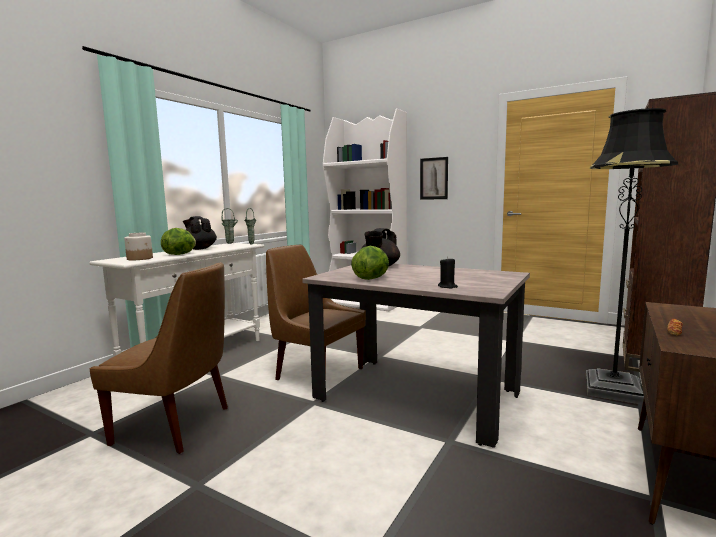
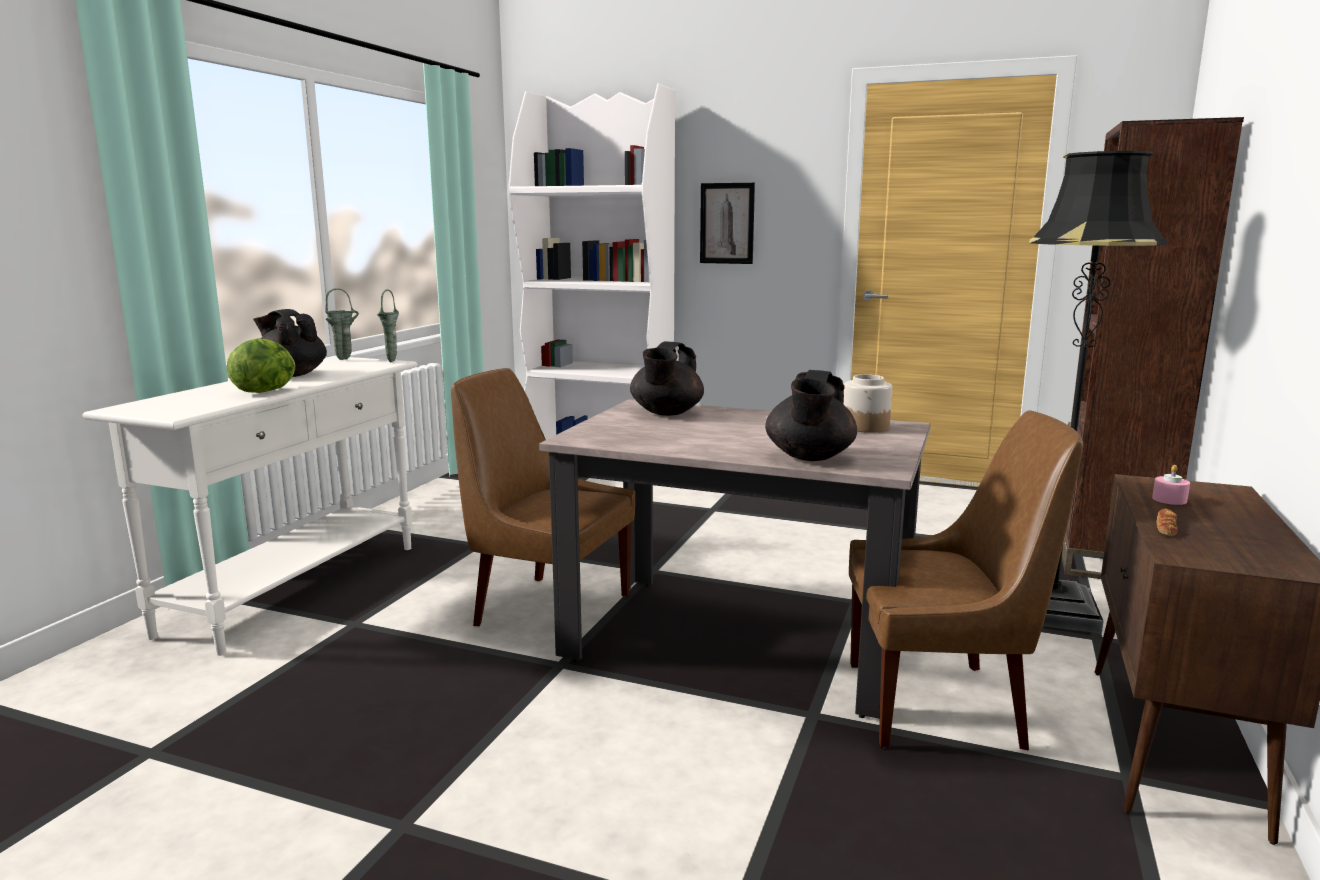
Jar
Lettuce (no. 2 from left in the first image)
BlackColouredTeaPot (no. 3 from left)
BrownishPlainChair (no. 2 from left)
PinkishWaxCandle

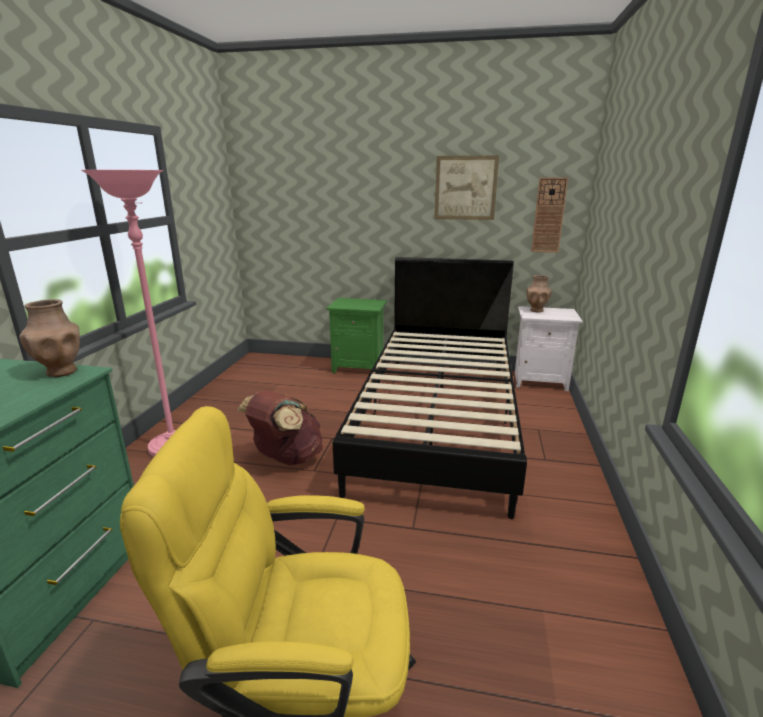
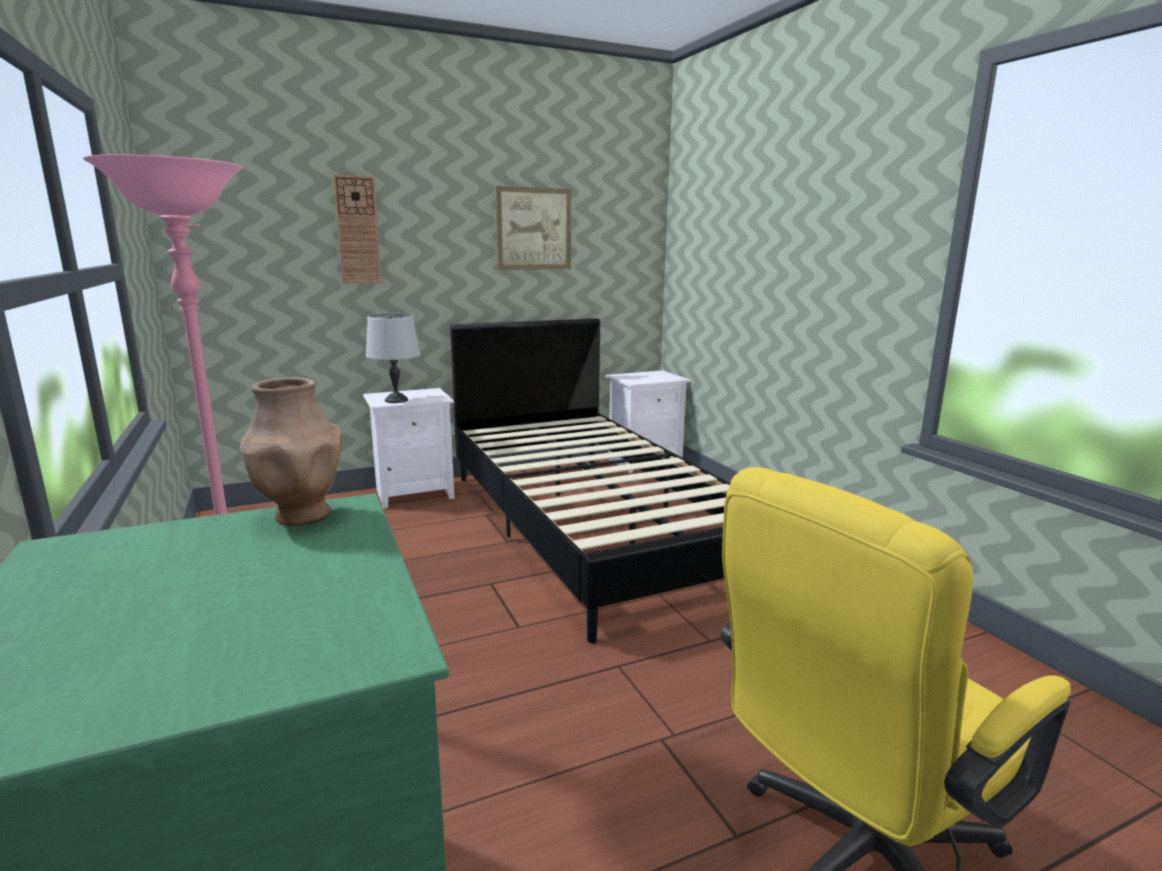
ClockOnTheWall
BrownishFlowerVase (no. 2 from left in the first image)
WhiteNightTable (no. 1 from left)
BrownishRucksack
GreyLampForATable

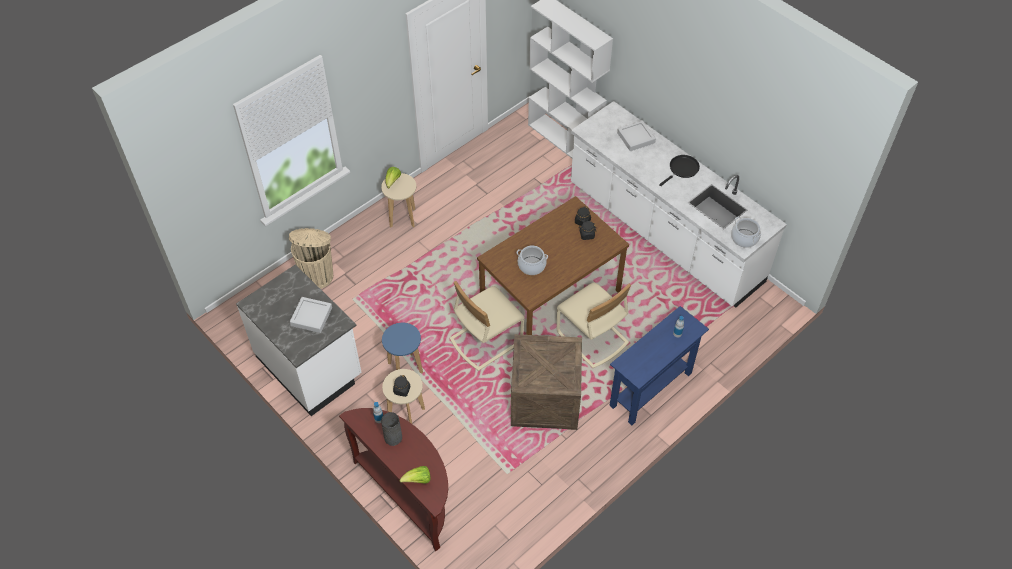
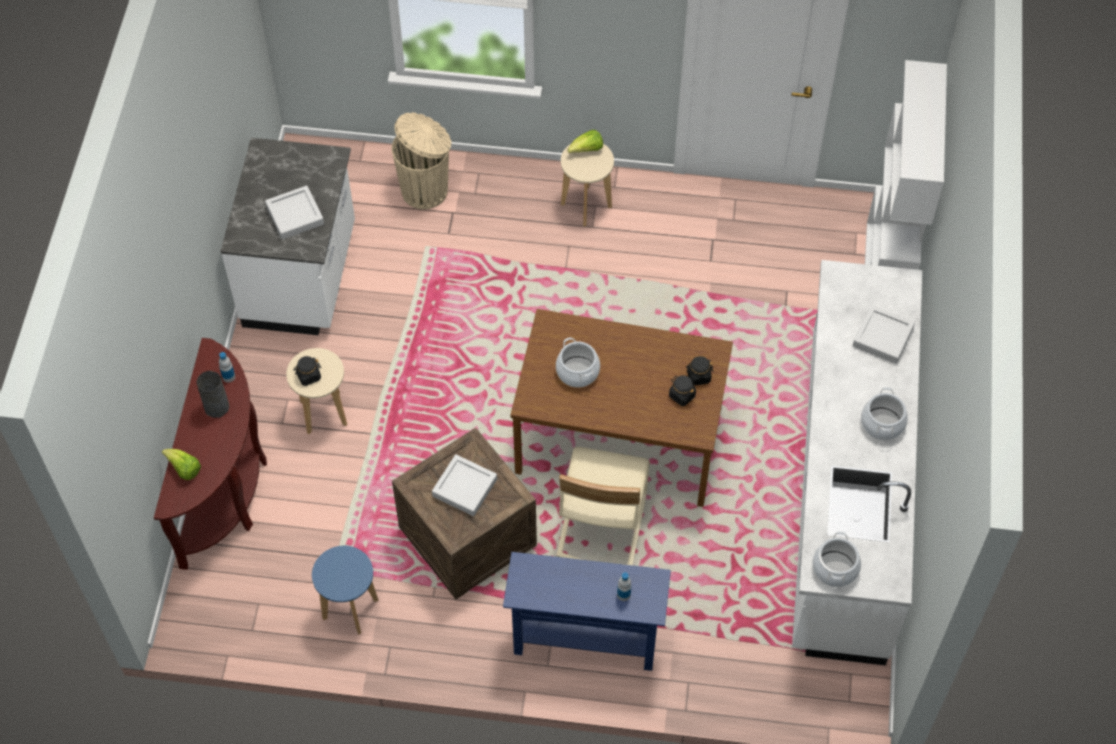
Saucepot (no. 3 from left)
BeigeColouredPlainChair (no. 1 from left in the first image)
BlueColouredSittingStool
GreyCarryingTray (no. 2 from left)

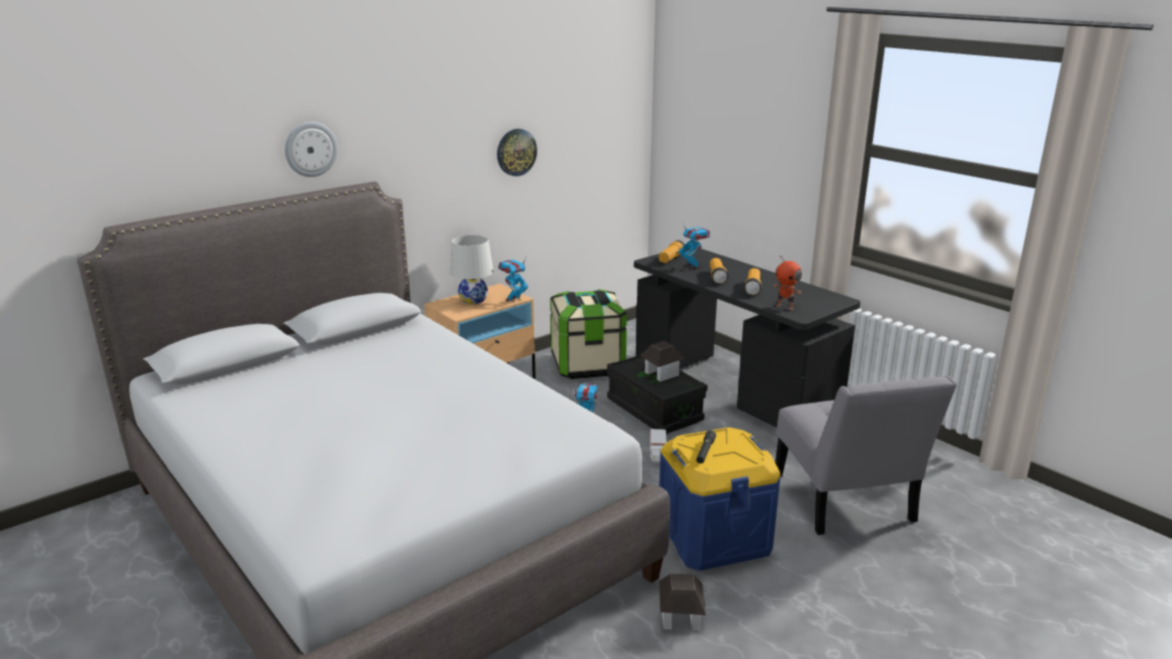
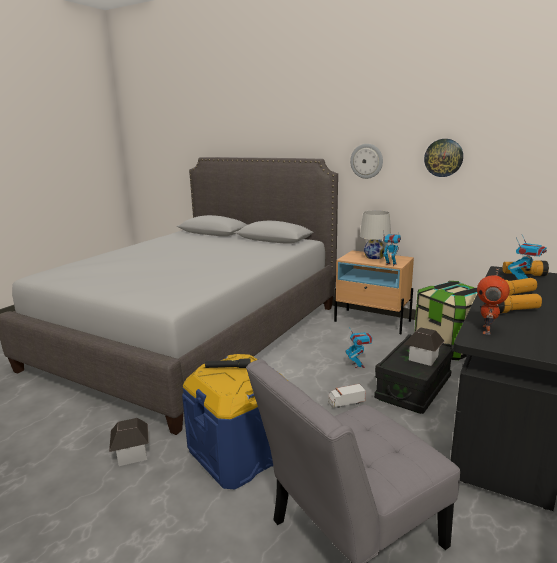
ClockOnTheWall (no. 1 from left)

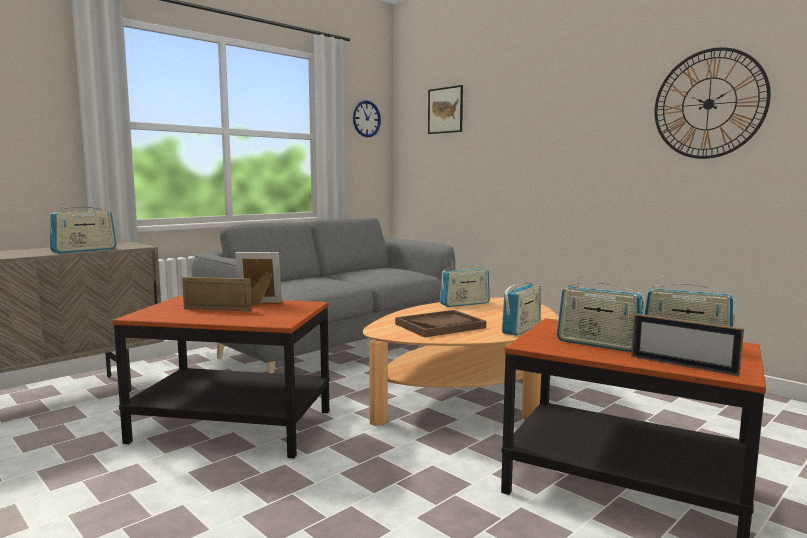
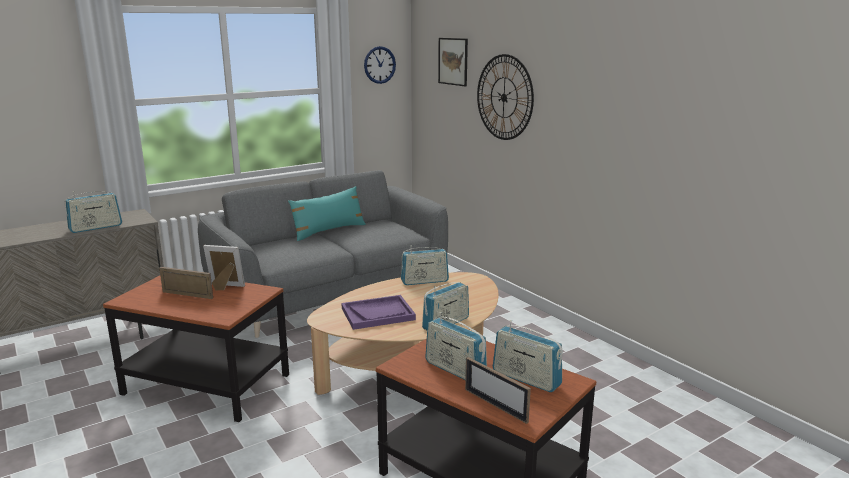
ClockOnTheWall (no. 2 from left)
PurpleCarryingTray
TurquoiseCushion

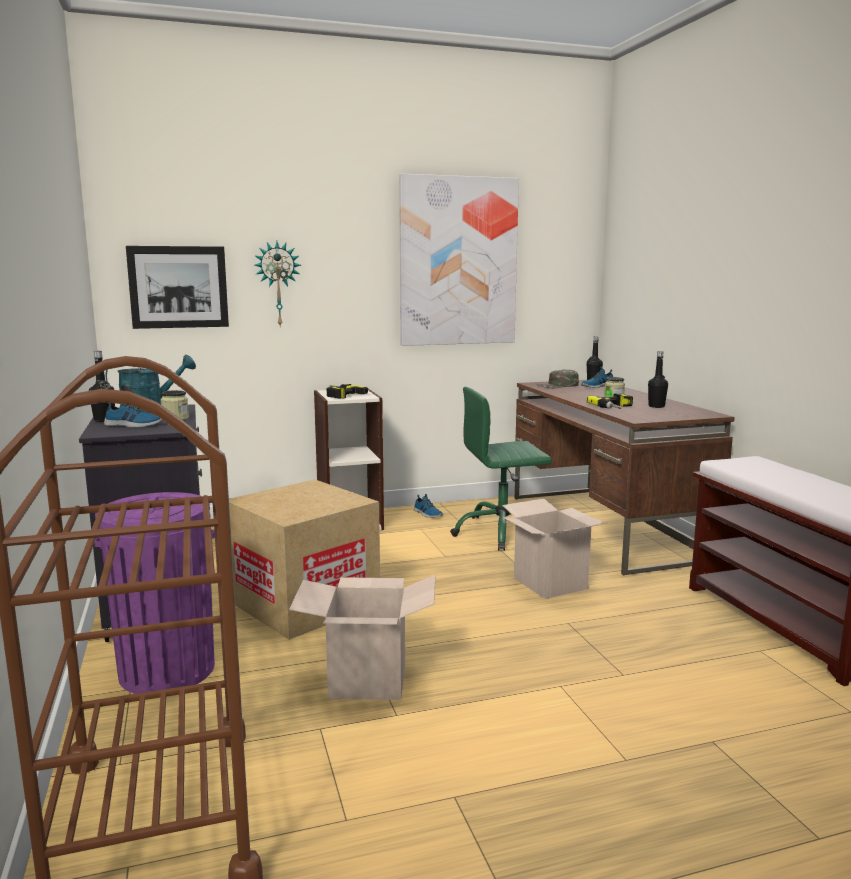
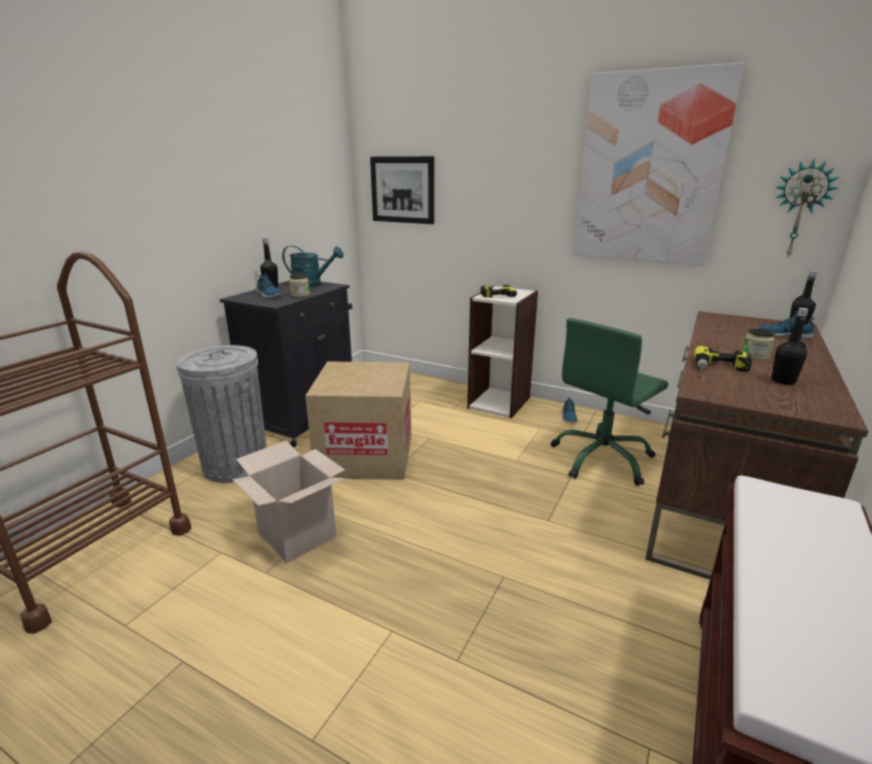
ClockOnTheWall
GreenColouredCap
GreenColouredComputerChair
GreyTrashCan
CardboardBox (no. 3 from left in the first image)

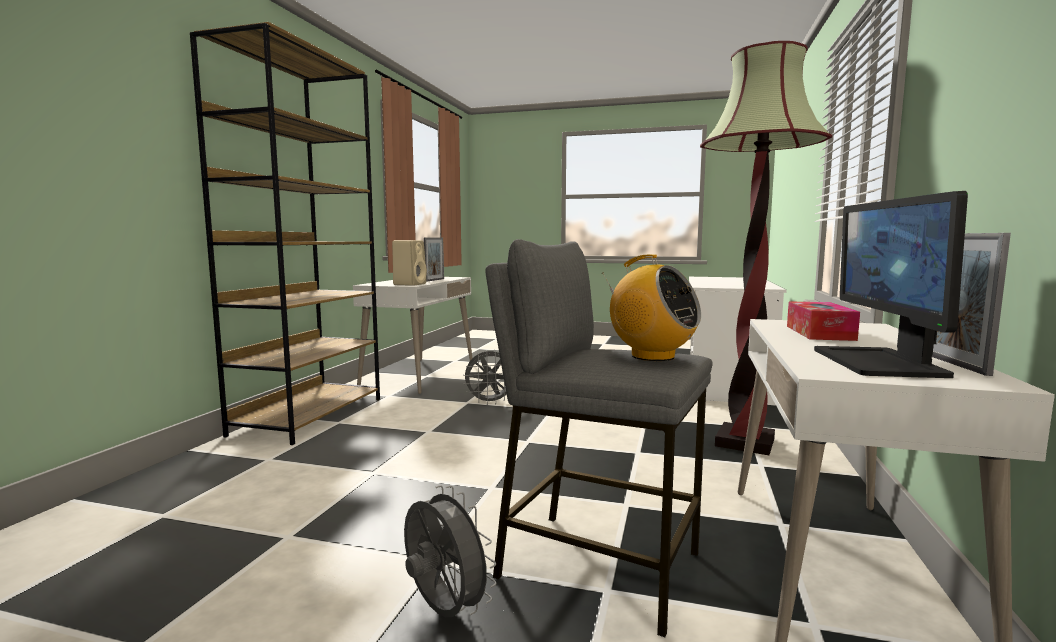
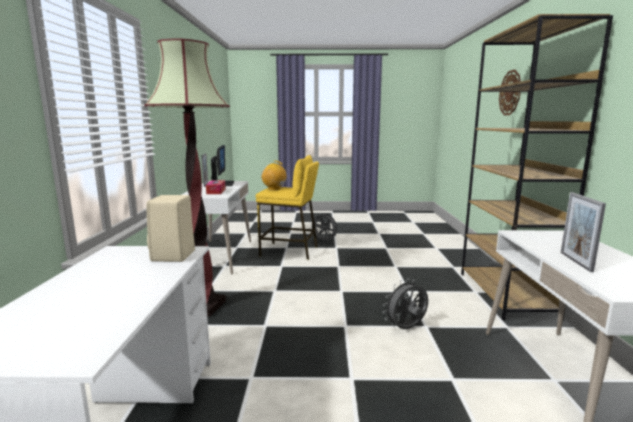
YellowSittingStool
BeigeColouredSpeaker
ClockOnTheWall

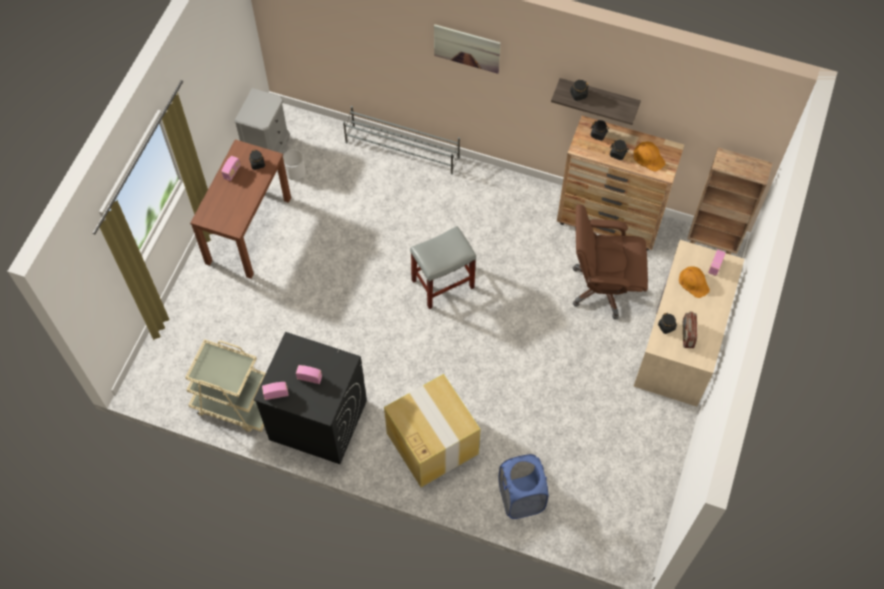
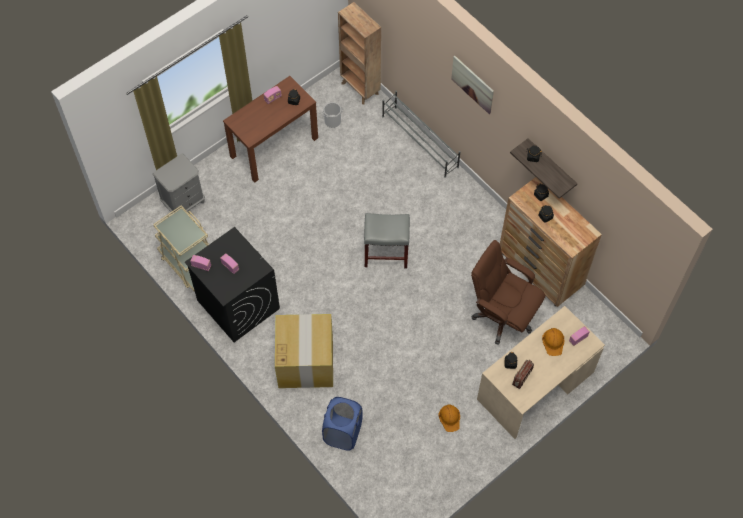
GreyNightTable
OrangeHardHat (no. 1 from left)
BrownishBookcase

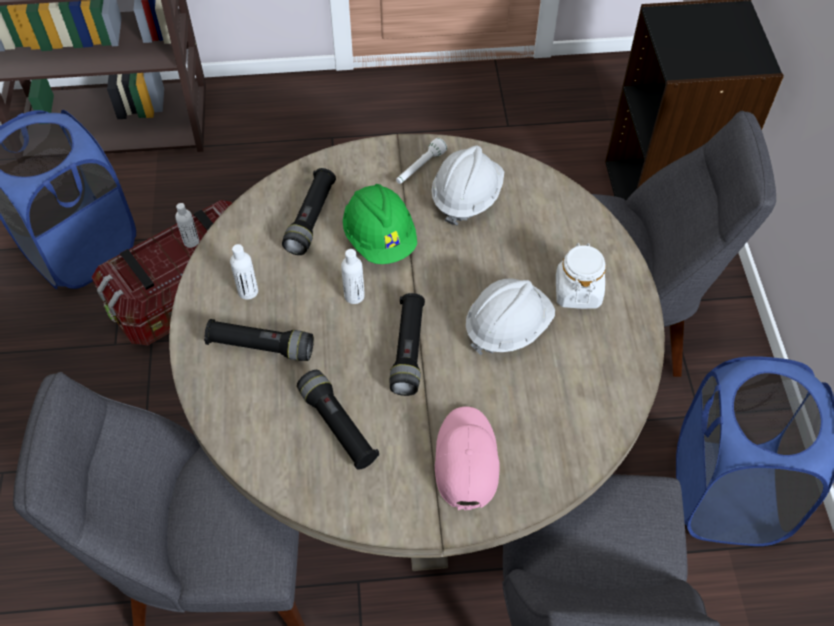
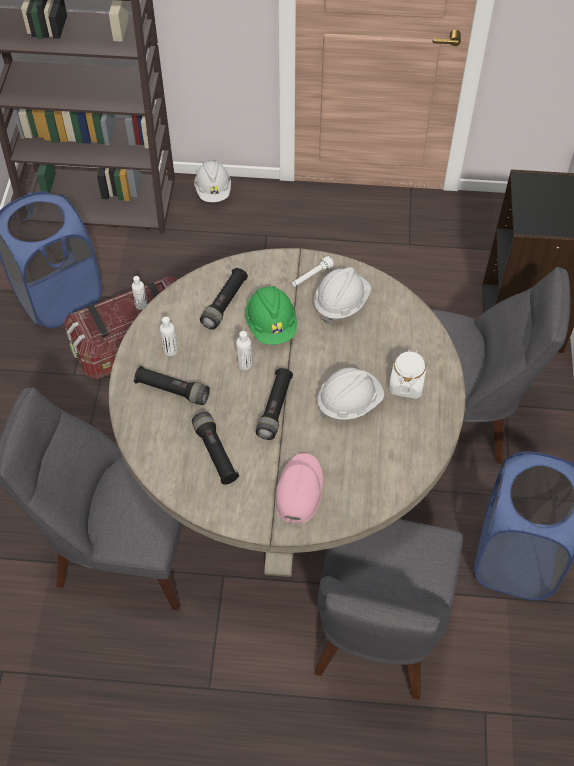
WhiteHardHat (no. 1 from left)

